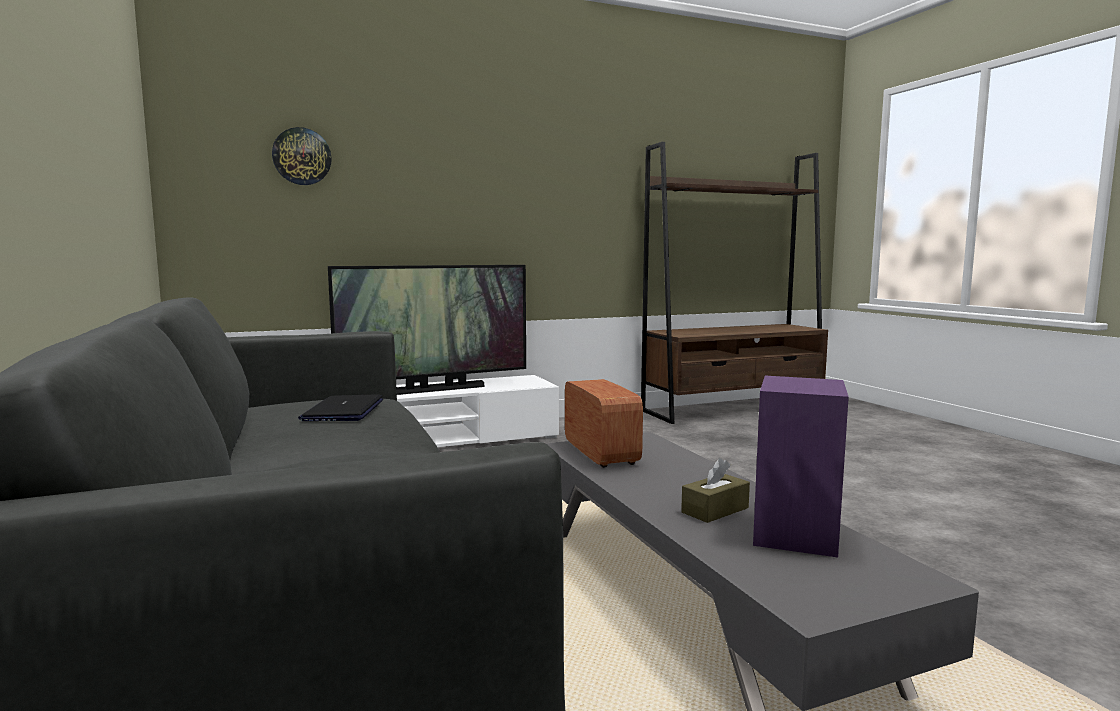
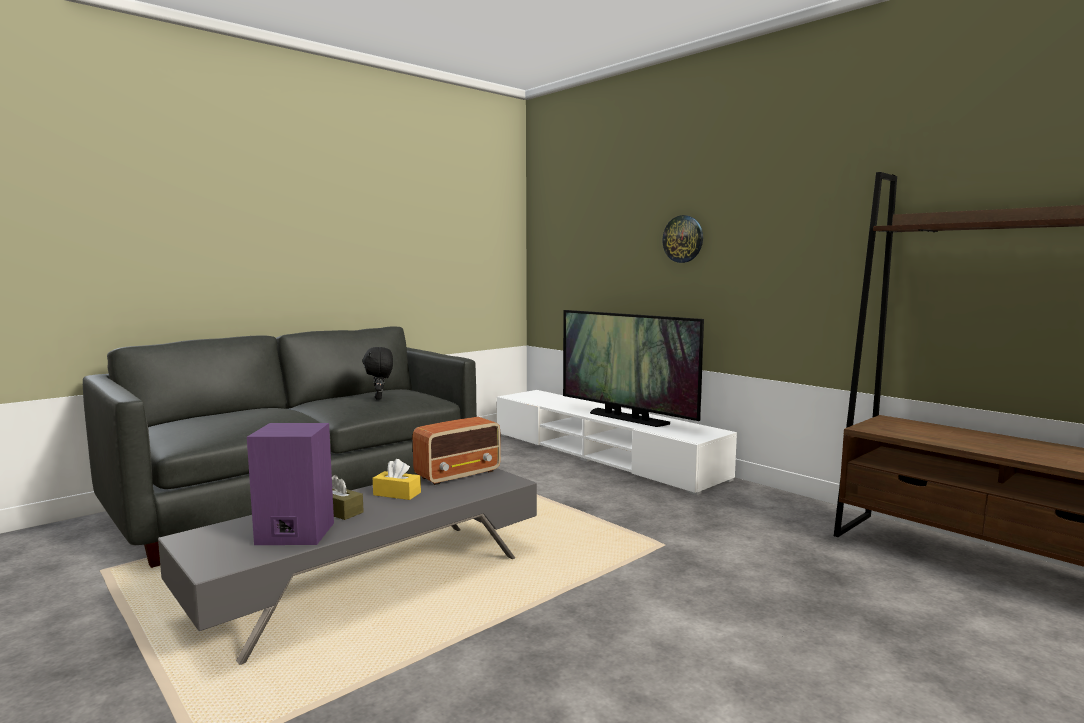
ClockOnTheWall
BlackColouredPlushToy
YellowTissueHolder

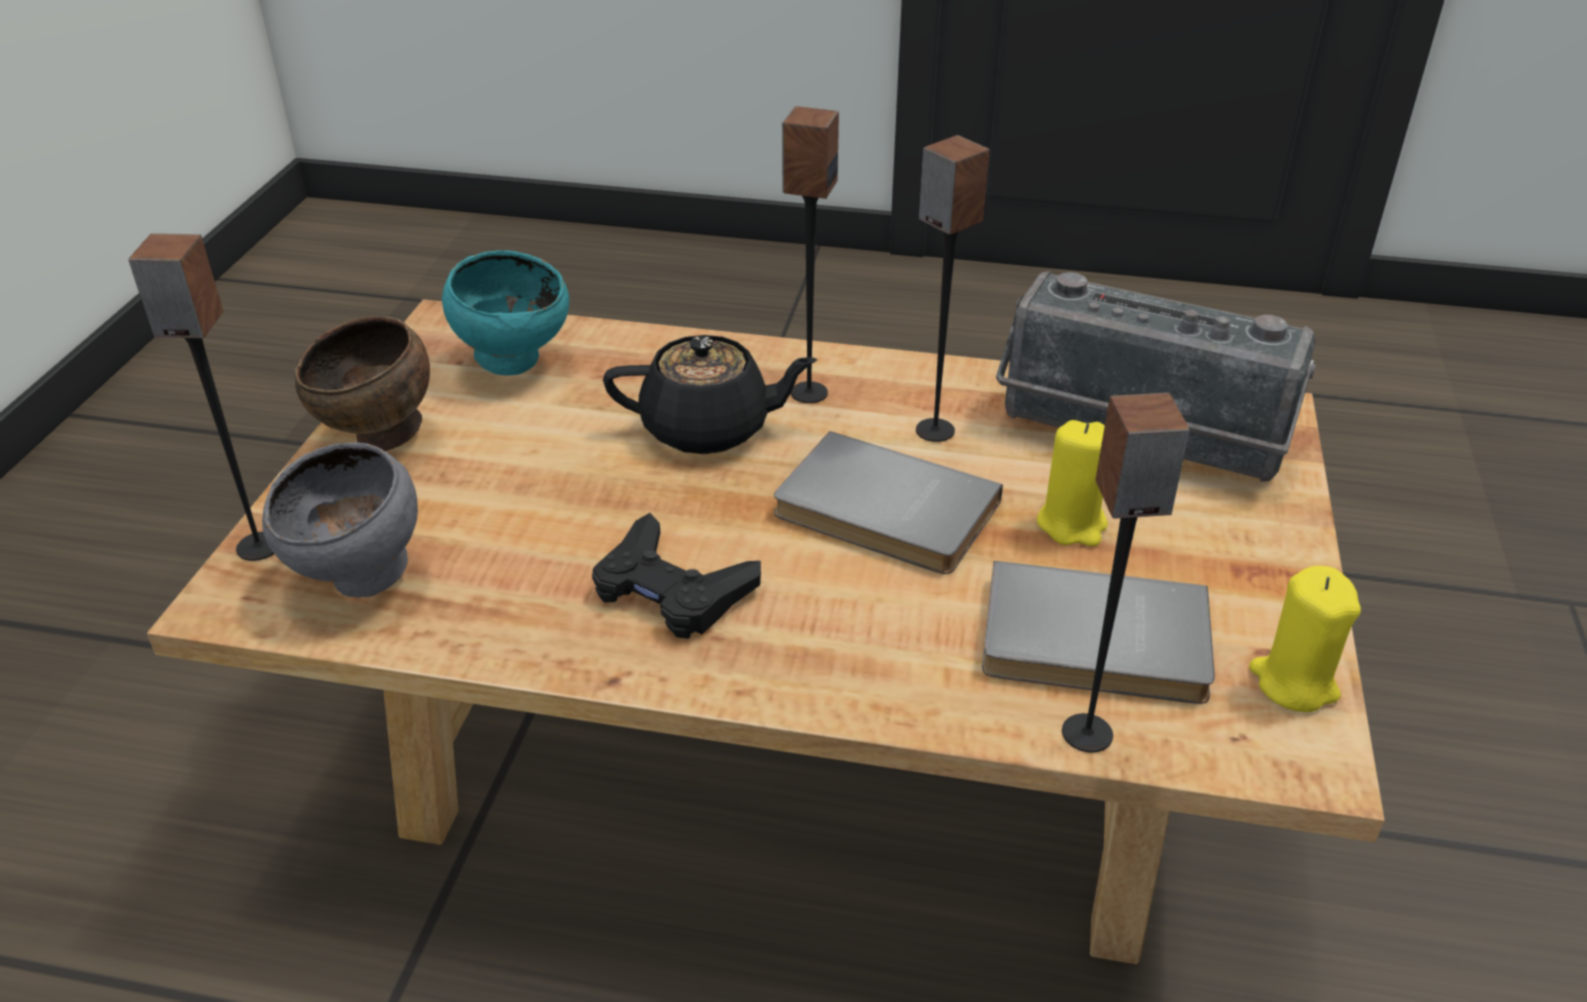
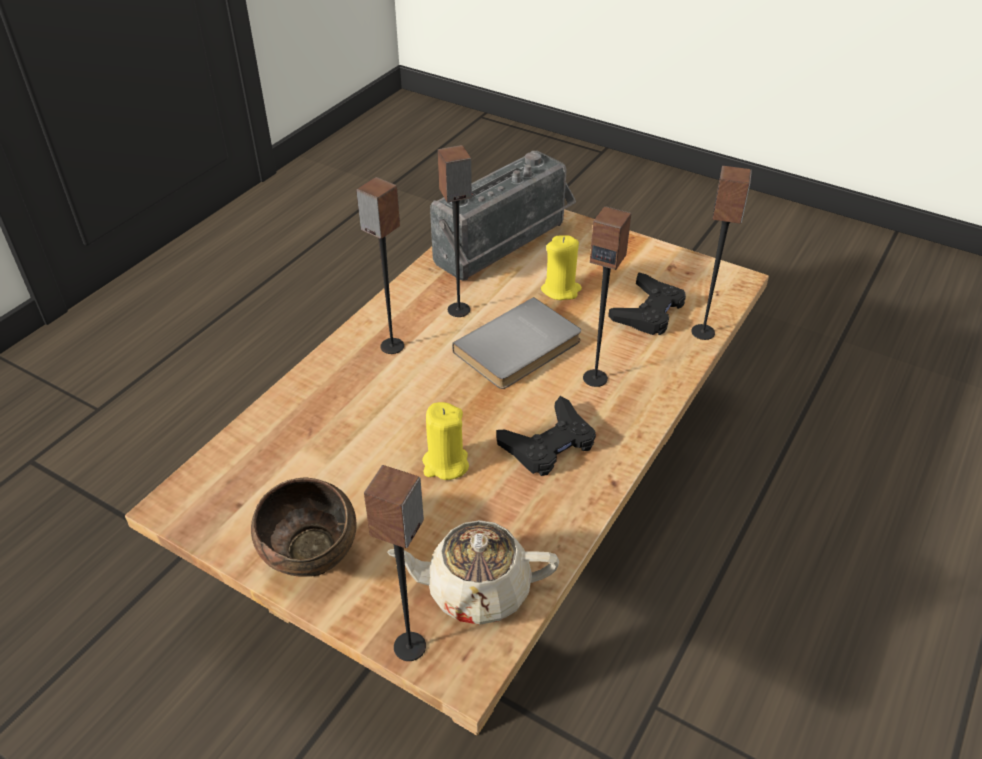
TurquoiseServingBowl
BlackColouredTeaPot
BeigeColouredTeaPot
BlackColouredGameController (no. 2 from left)
YellowWaxCandle (no. 1 from left)
Speaker (no. 4 from left)

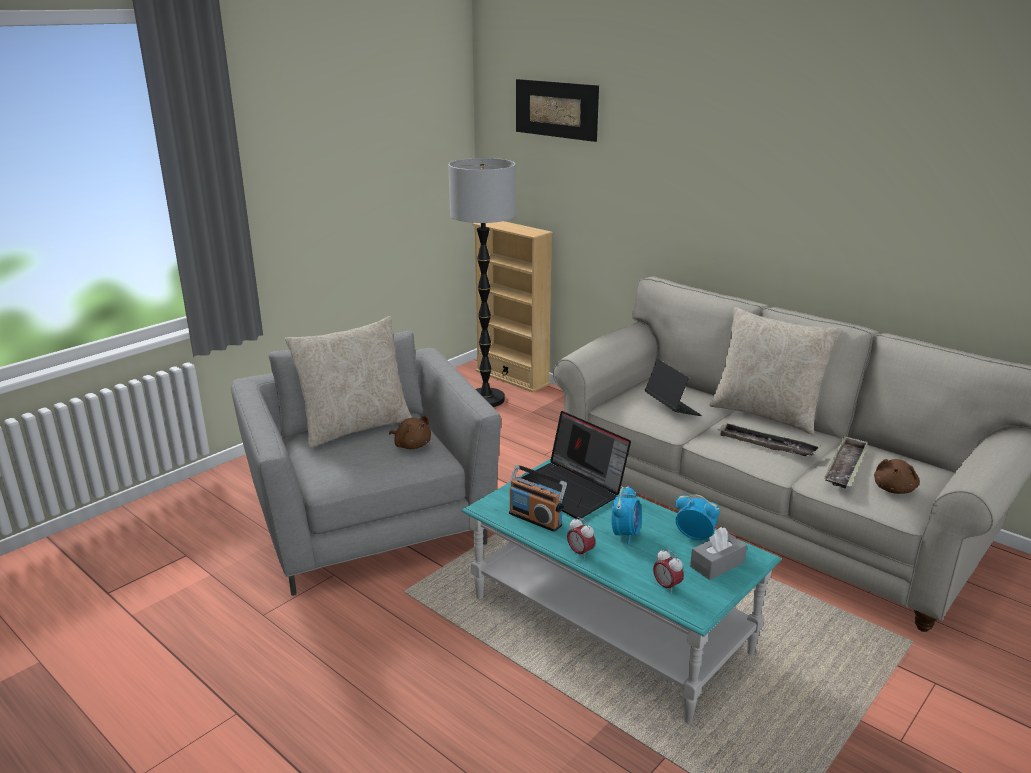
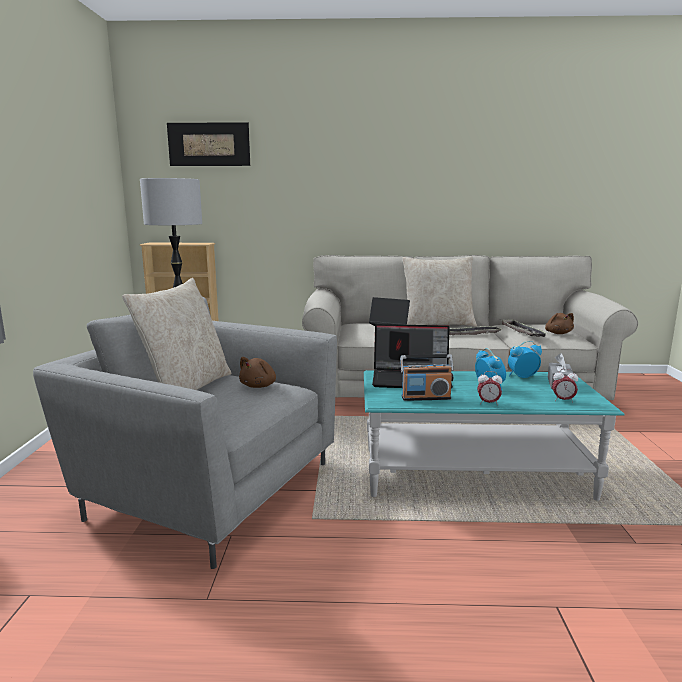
BrownishPlushToy (no. 1 from left)

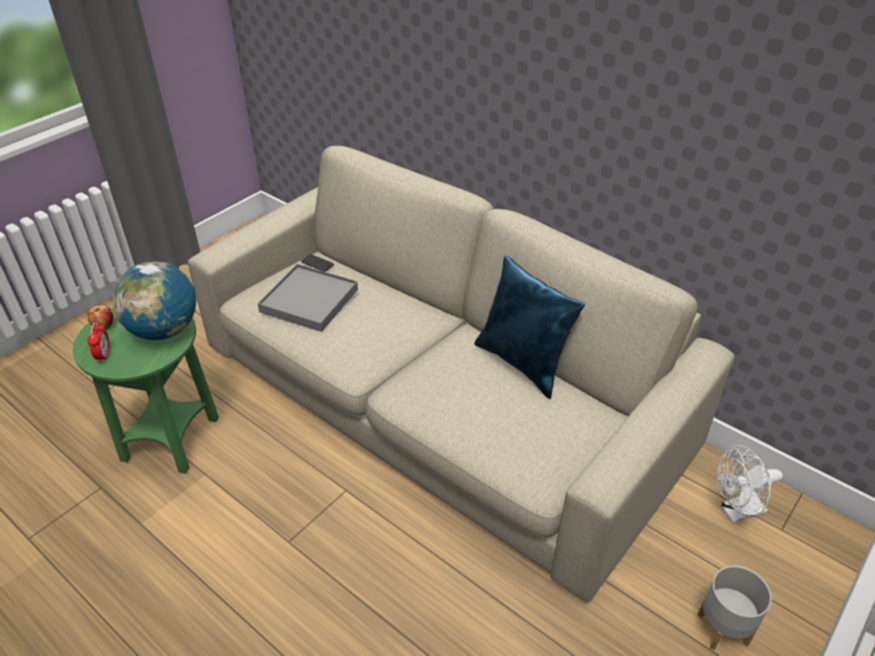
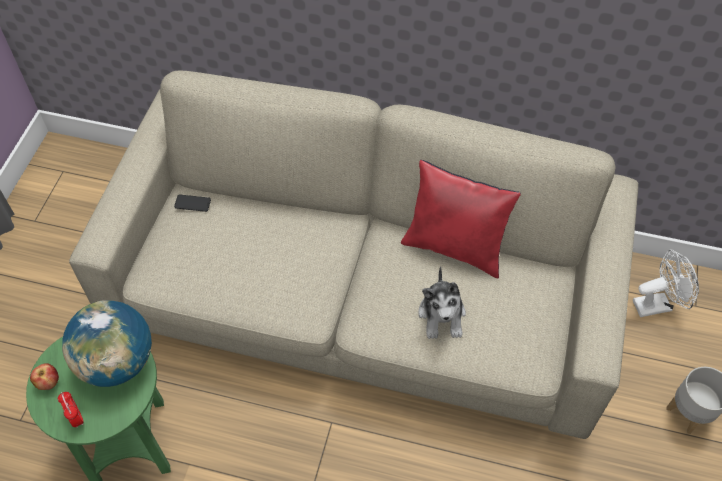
RedCushion
GreyCarryingTray
WhiteElectricFan
PlushToy

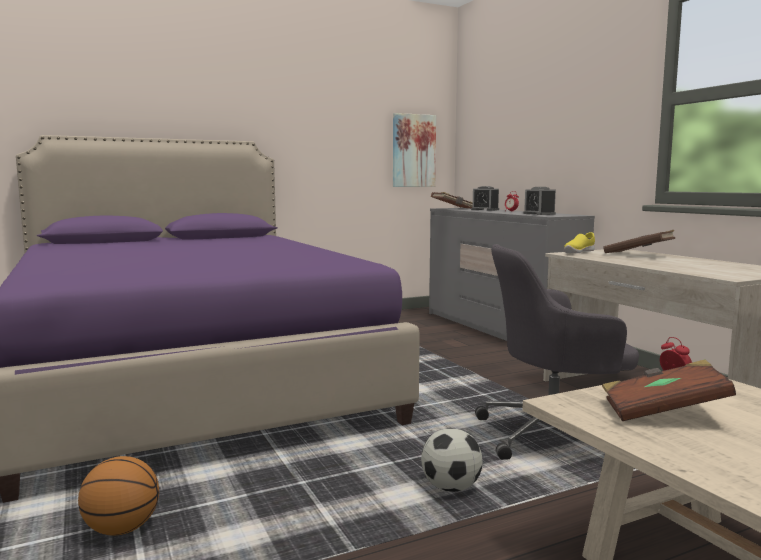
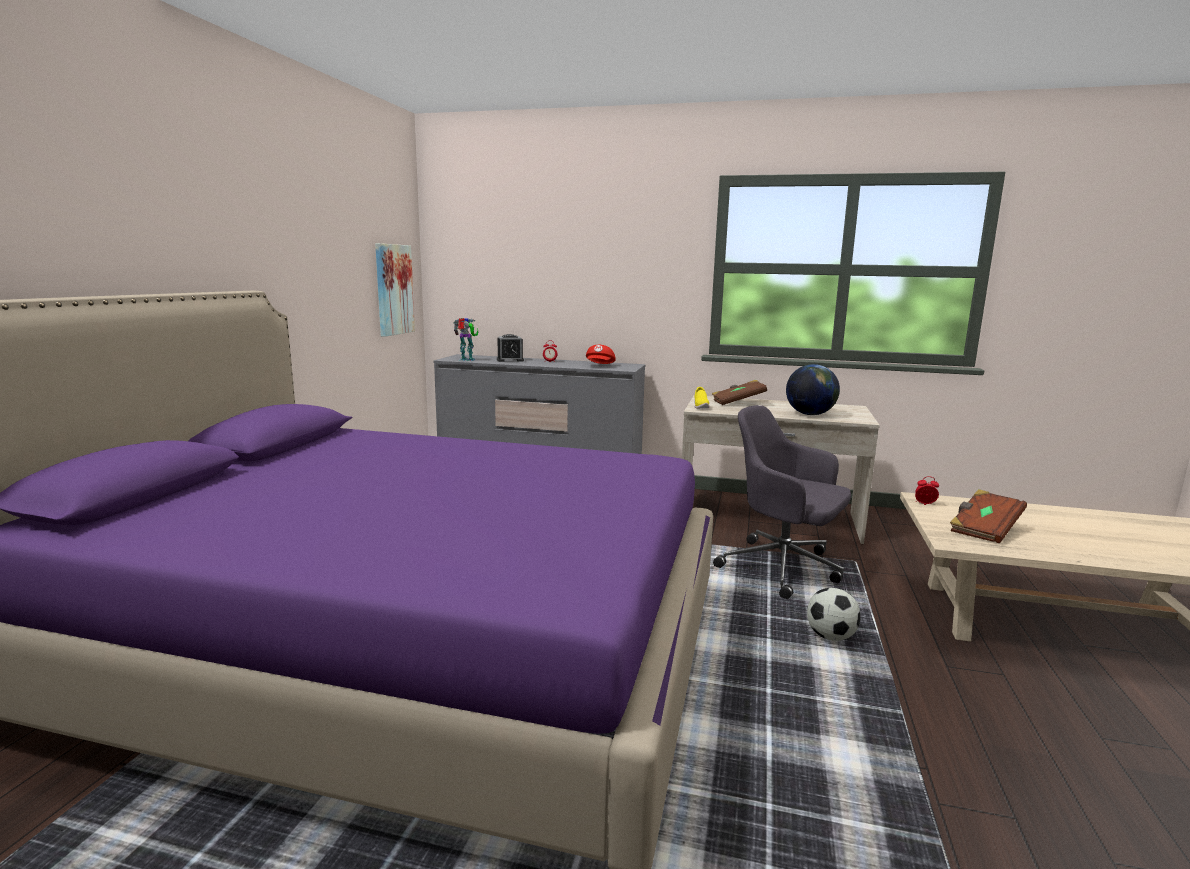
RedCap
ToyRobot
GreyComputerChair
BallForBasketball
WorldGlobe

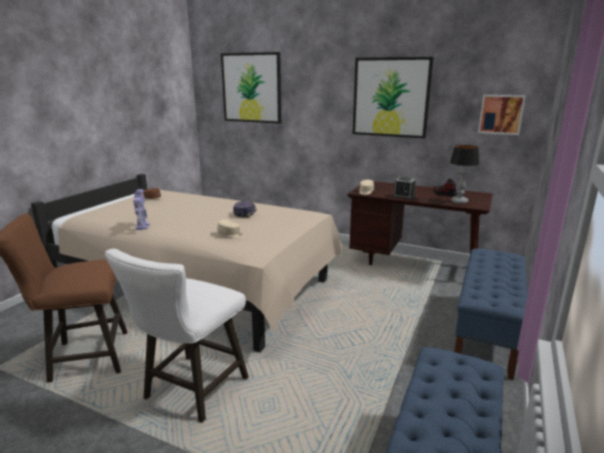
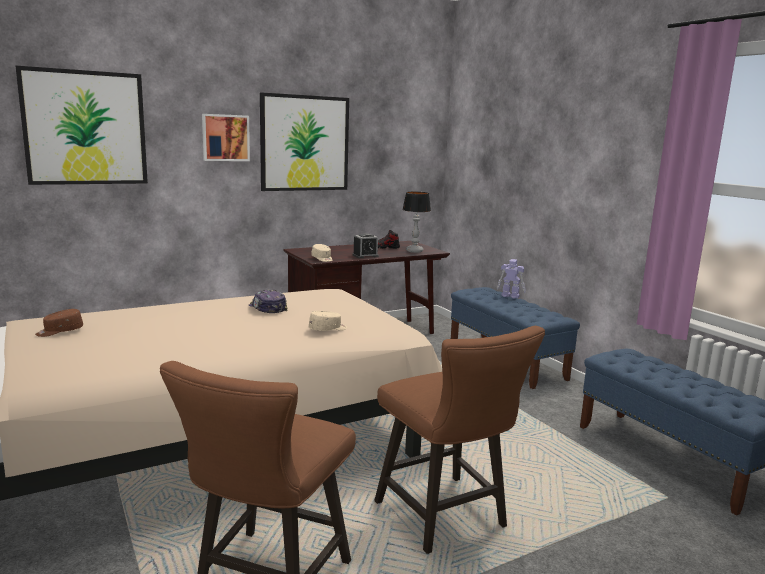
Picture (no. 2 from left)
ToyRobot
BrownishSittingStool (no. 2 from left)

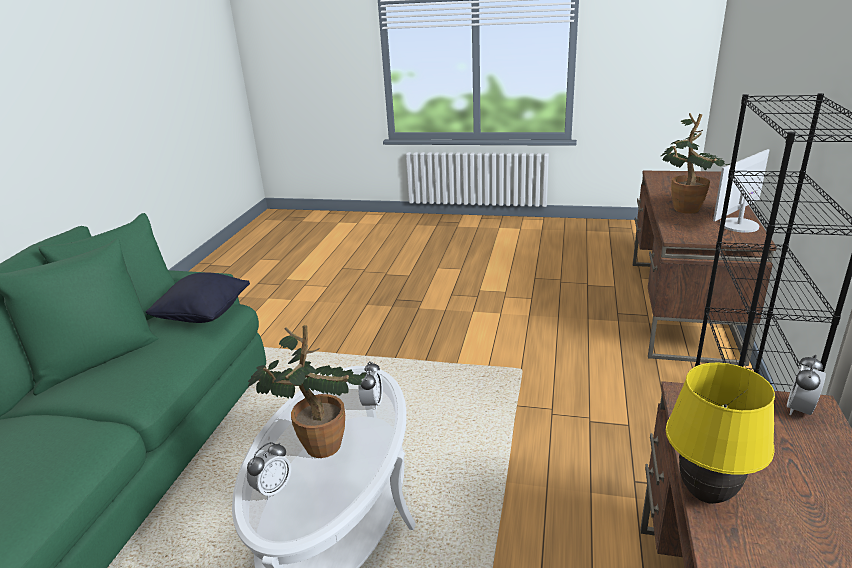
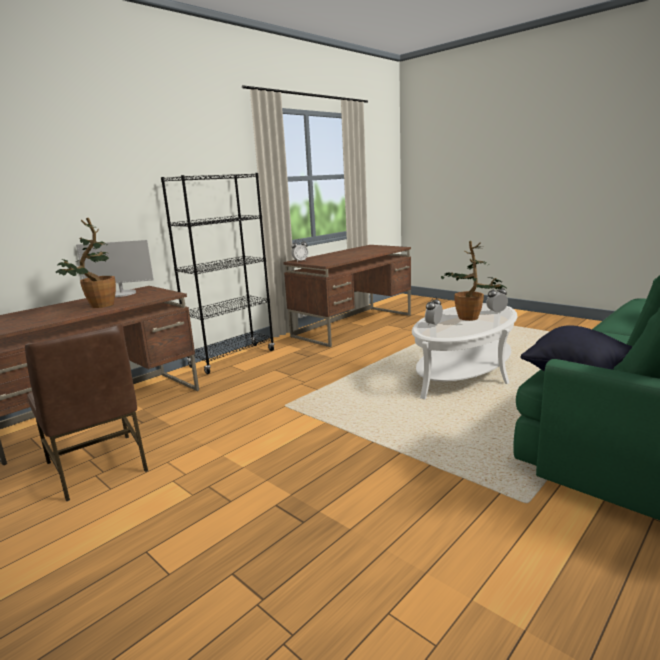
YellowLampForATable
BrownishPlainChair

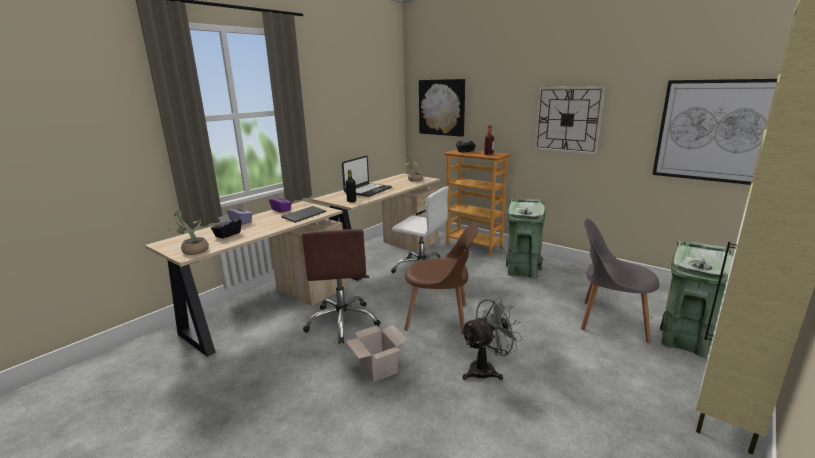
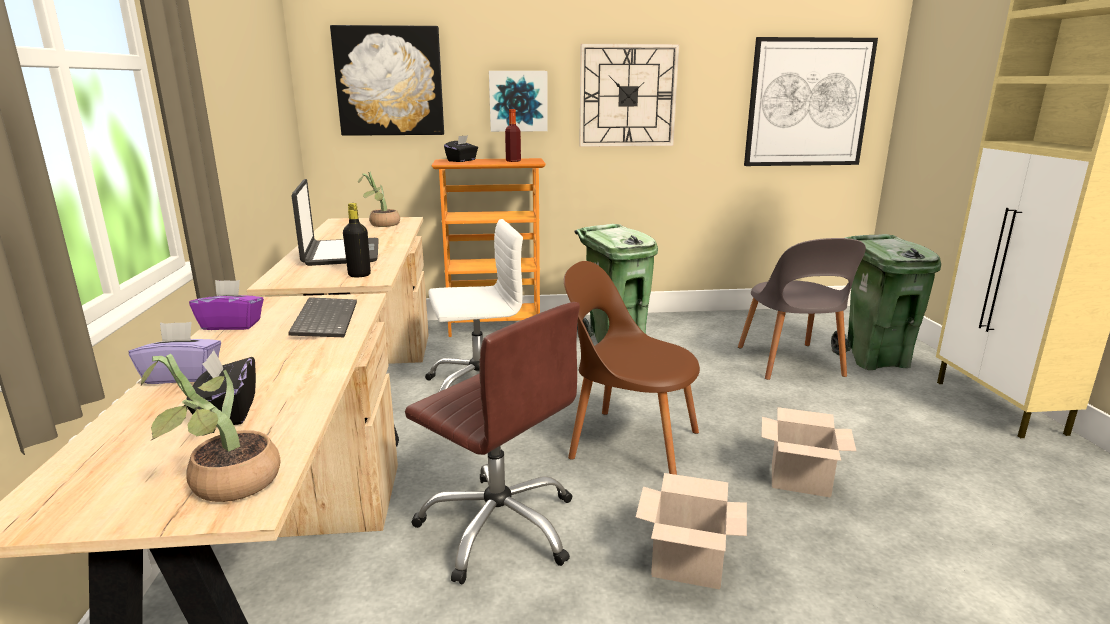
GreyPlainChair
BrownishPlainChair
CardboardBox (no. 2 from left)
Picture (no. 2 from left)

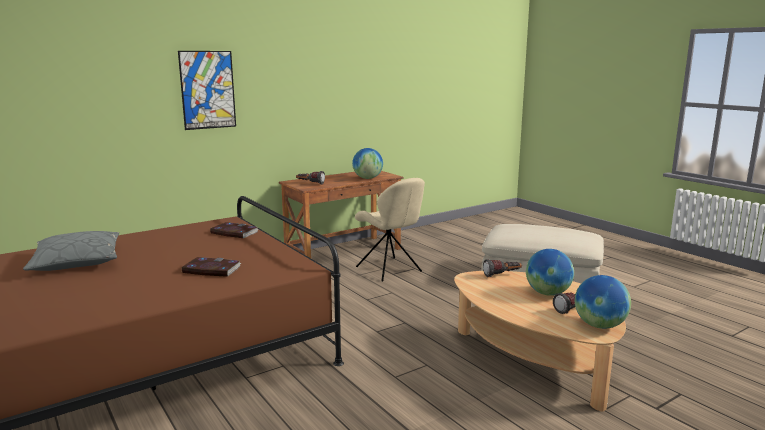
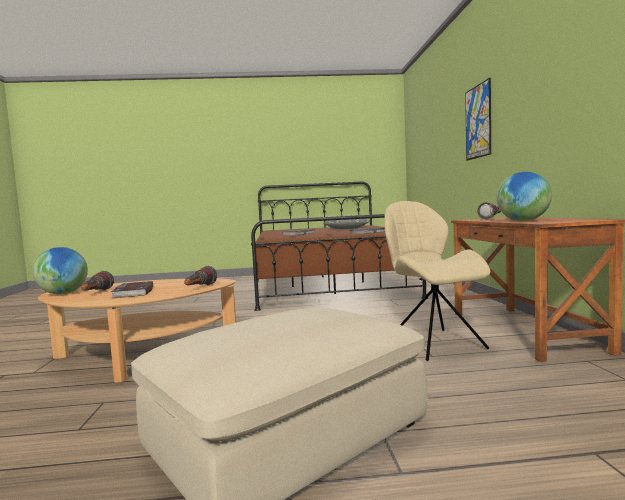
BeigeColouredPlainChair
Book (no. 1 from left)

